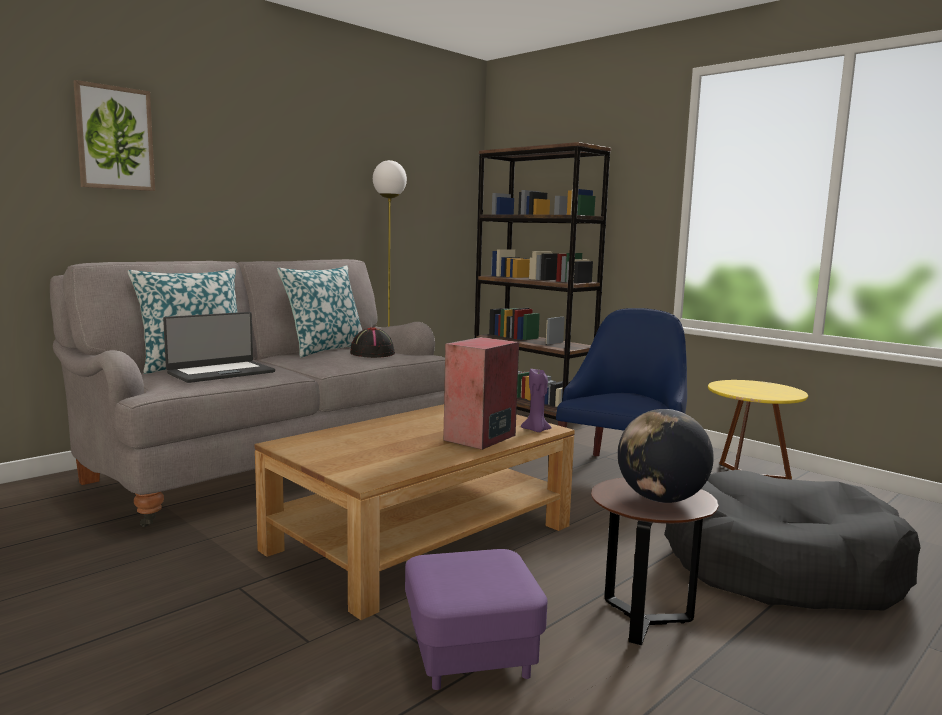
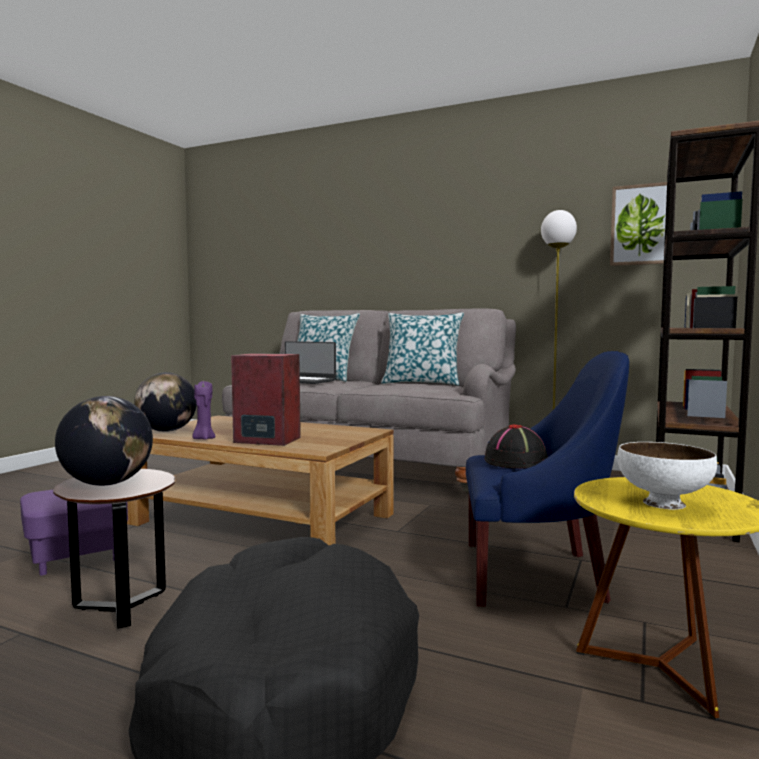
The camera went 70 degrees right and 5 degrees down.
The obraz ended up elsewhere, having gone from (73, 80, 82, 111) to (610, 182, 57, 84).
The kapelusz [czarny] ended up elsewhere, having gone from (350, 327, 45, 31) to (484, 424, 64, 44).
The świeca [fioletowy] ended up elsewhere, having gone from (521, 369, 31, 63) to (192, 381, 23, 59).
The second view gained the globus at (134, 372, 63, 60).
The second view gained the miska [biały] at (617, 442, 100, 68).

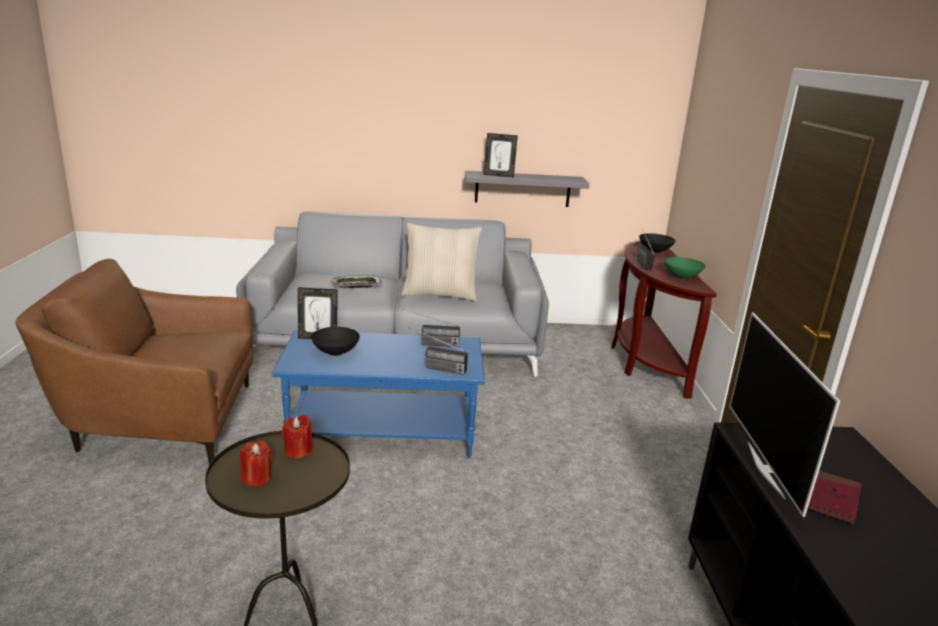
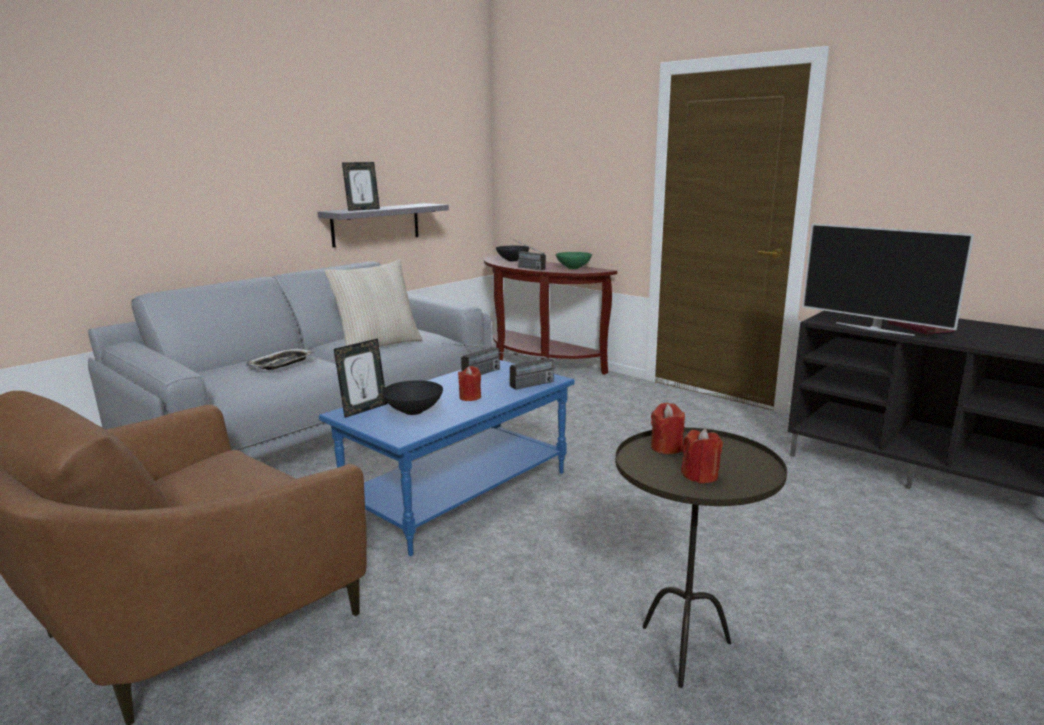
The camera went 45 degrees left and 5 degrees down.
The second view gained the świeca [czerwony] at (458, 366, 23, 35).

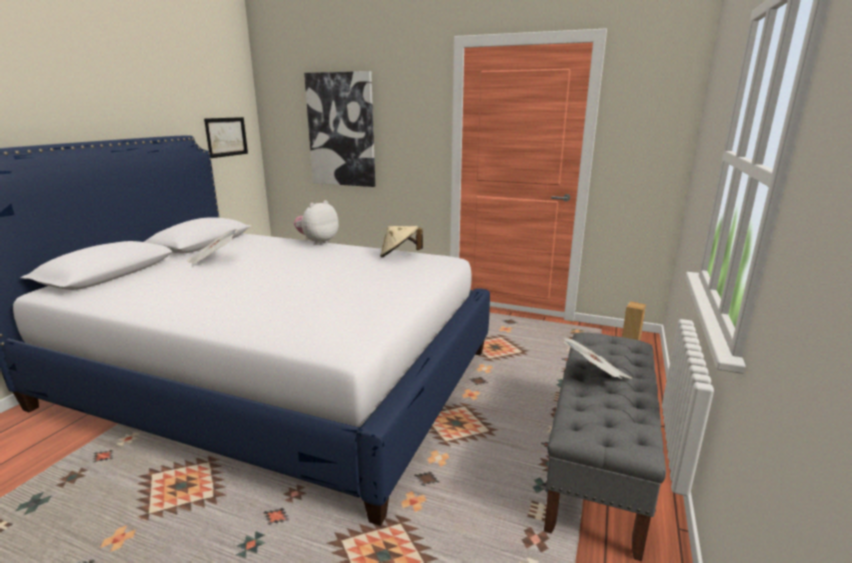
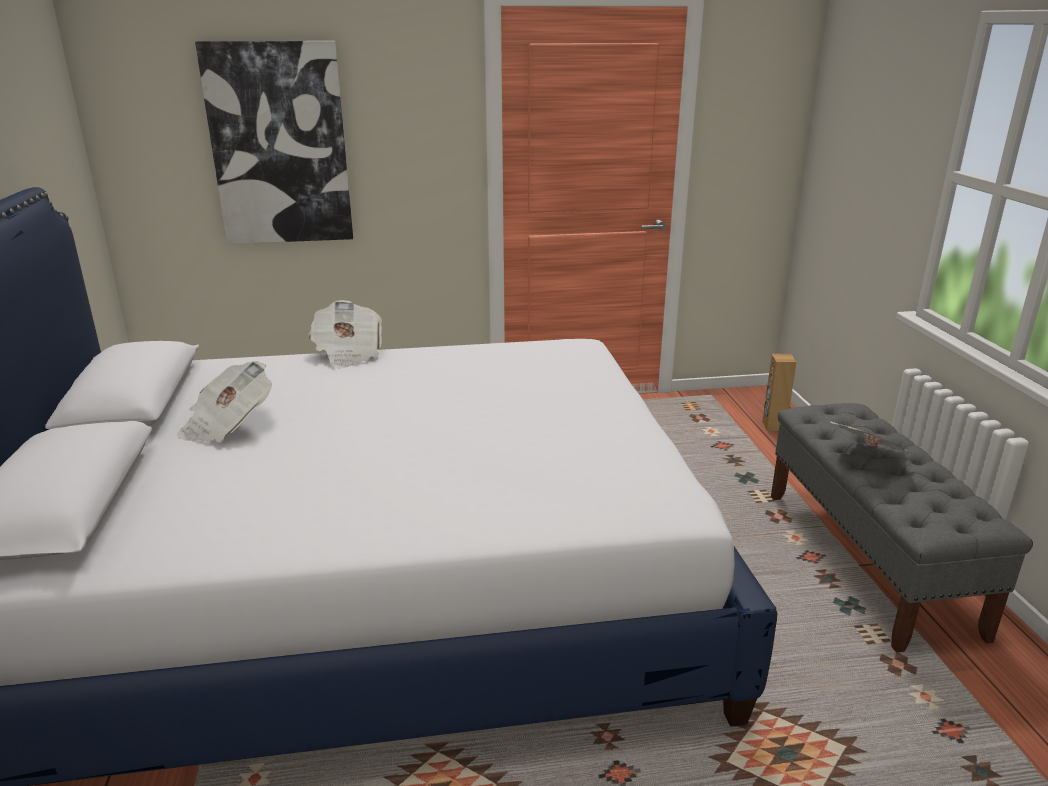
The camera went 30 degrees left and 5 degrees up.
The second view lost the obraz at (204, 117, 44, 41).
Where the pluszak stood at (294, 200, 45, 45), the gazeta came to stand at (309, 300, 73, 68).
The second view lost the kapelusz [beżowy] at (380, 226, 43, 32).

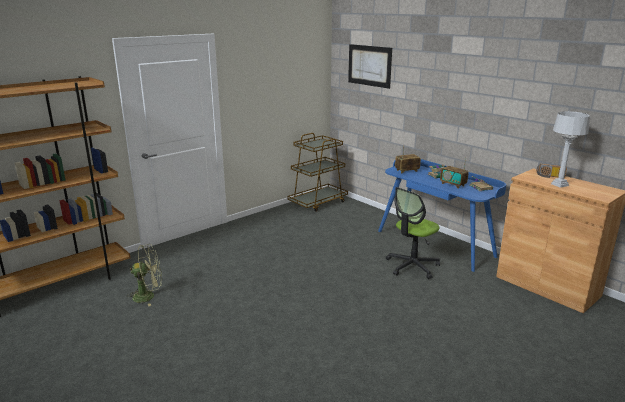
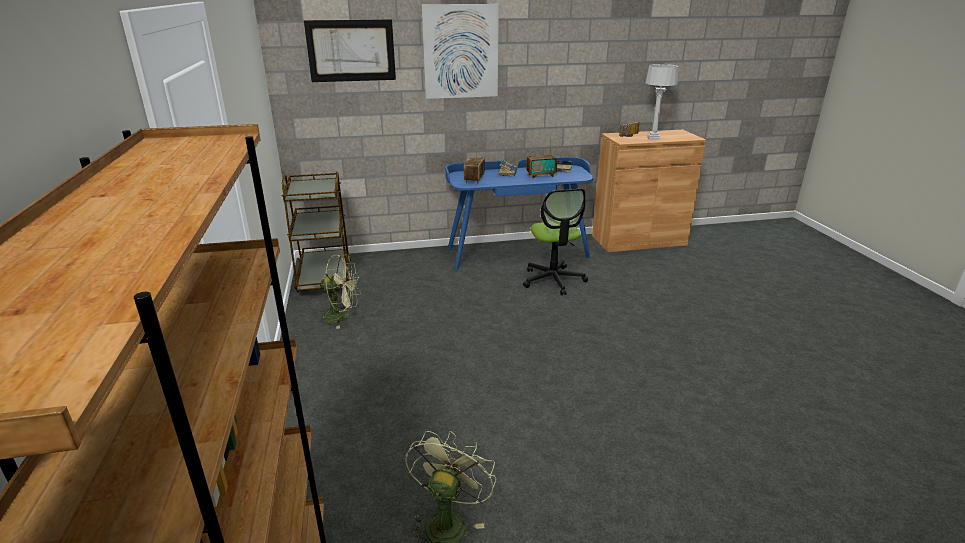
The camera went 60 degrees left and 5 degrees up.
The second view gained the wentylator [zielony] at (320, 255, 40, 74).
The second view gained the obraz at (422, 4, 77, 95).

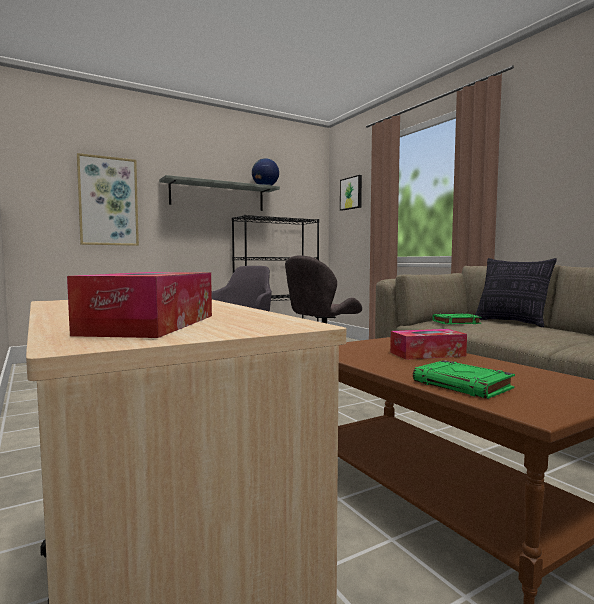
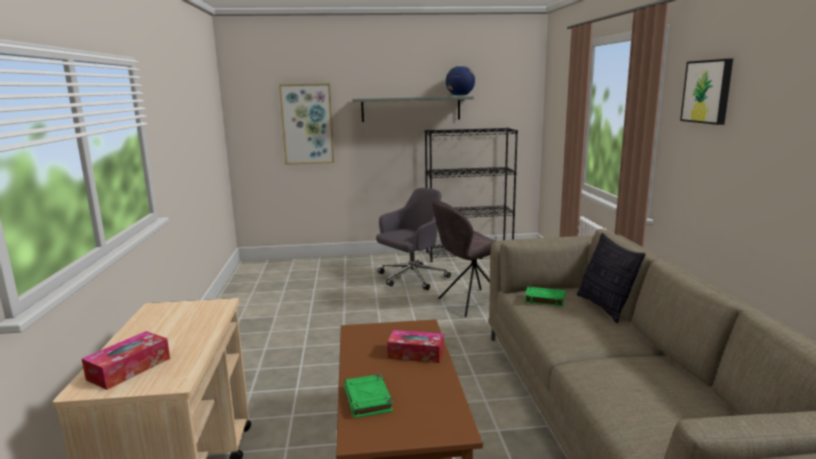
The camera went 25 degrees right and 10 degrees up.
The obraz ended up elsewhere, having gone from (340, 175, 22, 36) to (680, 59, 53, 66).

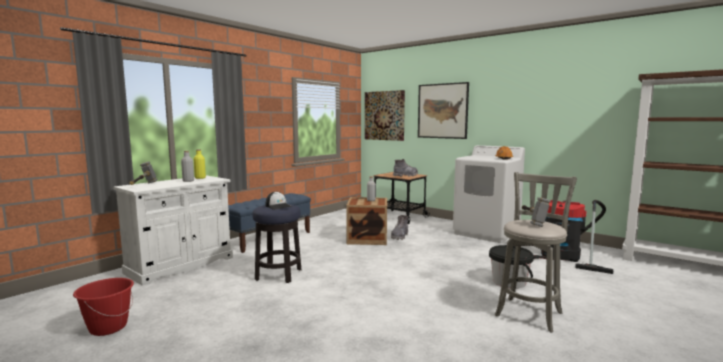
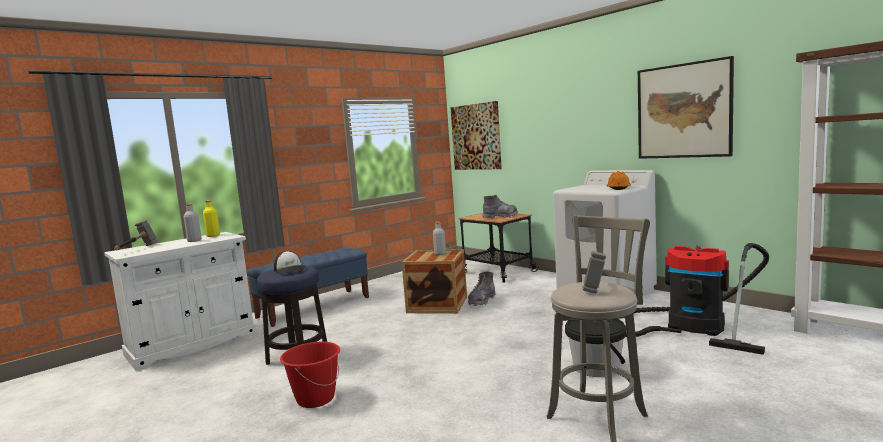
The camera went 10 degrees right and 0 degrees up.
The wiadro [czerwony] ended up elsewhere, having gone from (73, 278, 61, 58) to (280, 342, 60, 66).
The obraz ended up elsewhere, having gone from (418, 82, 51, 57) to (638, 56, 96, 103).

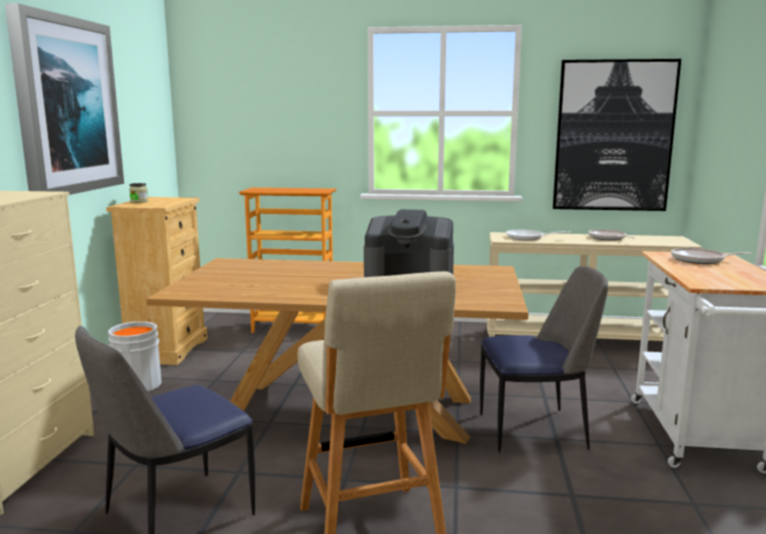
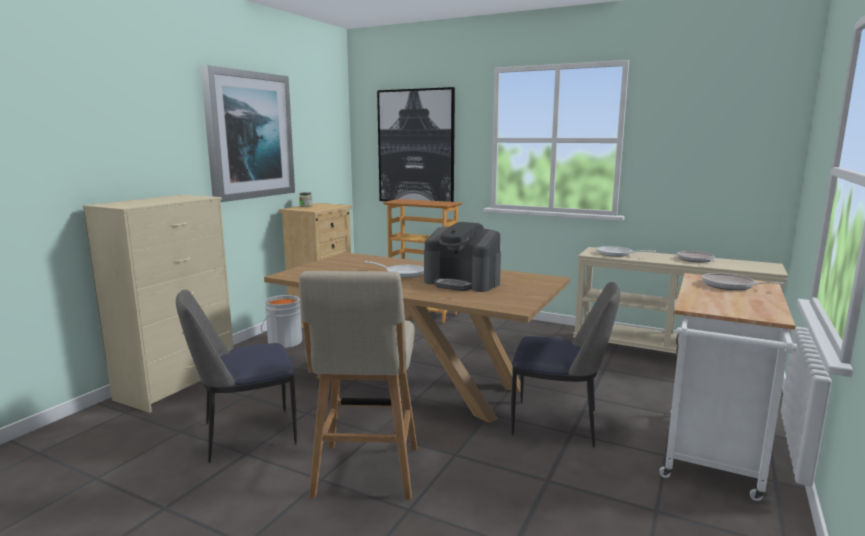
The camera went 20 degrees right and 0 degrees up.
The obraz ended up elsewhere, having gone from (553, 59, 128, 152) to (377, 87, 78, 115).
The second view gained the patelnia at (364, 261, 60, 17).

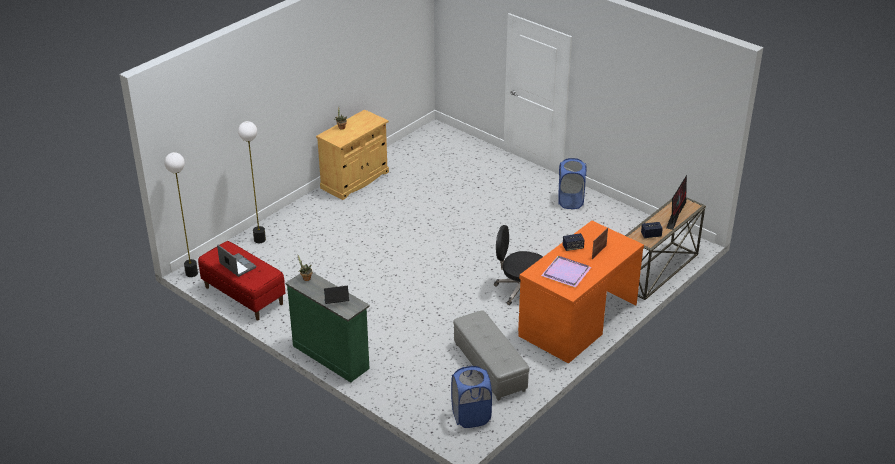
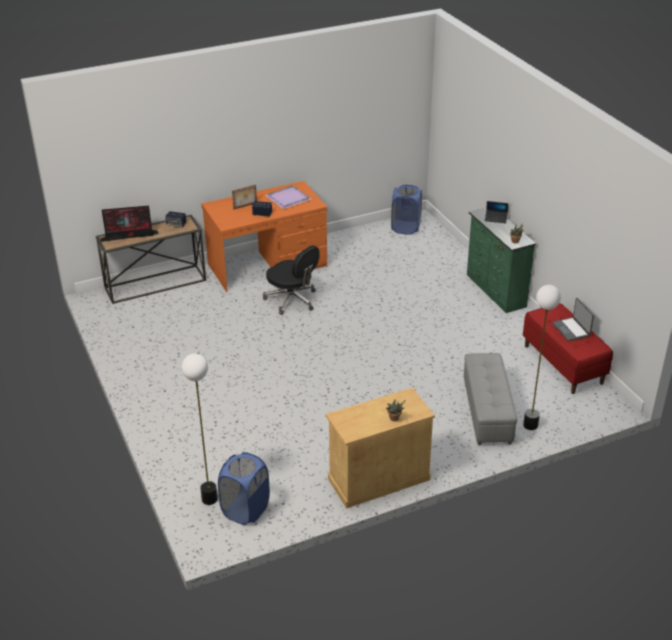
The camera went 155 degrees left and 0 degrees up.
The lampa stojąca ended up elsewhere, having gone from (164, 152, 34, 125) to (182, 354, 36, 151).
The pufa [szary] ended up elsewhere, having gone from (453, 310, 77, 91) to (464, 353, 53, 92).
The kosz na pranie [niebieski] ended up elsewhere, having gone from (558, 158, 29, 51) to (218, 452, 52, 73).
The monitor at (666, 175, 21, 55) ended up facing another way, 150 degrees counterclockwise from before.

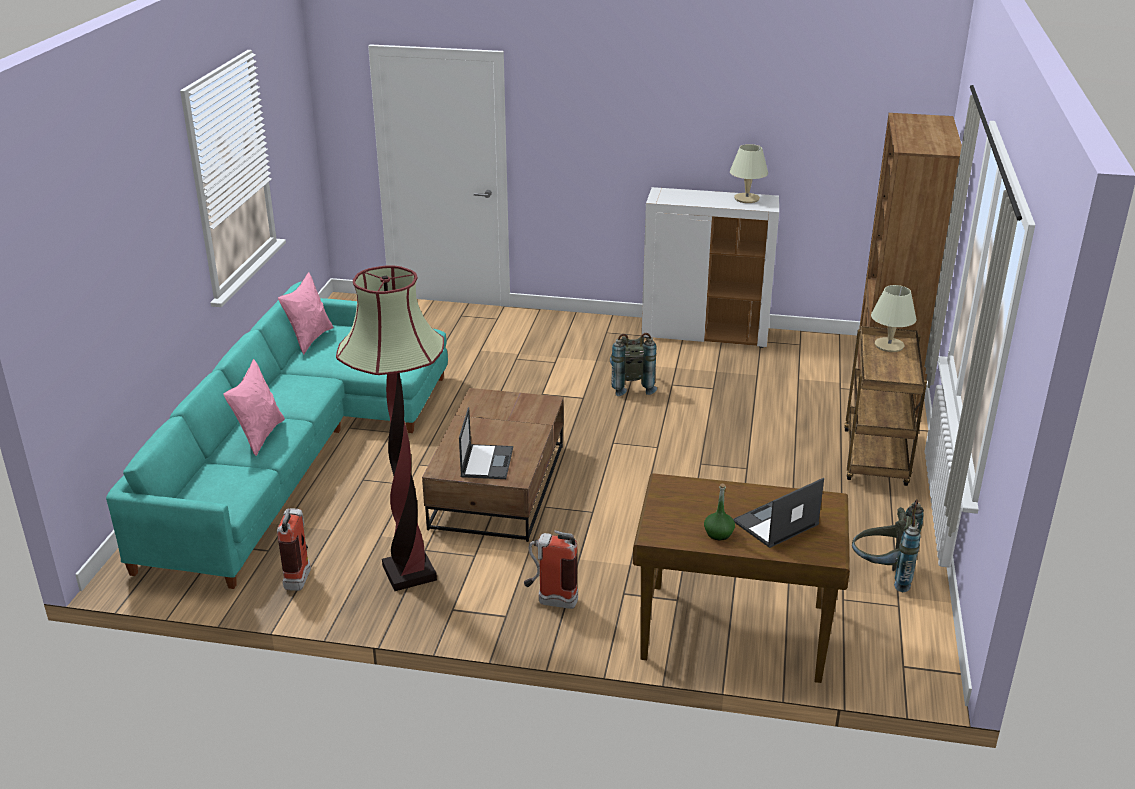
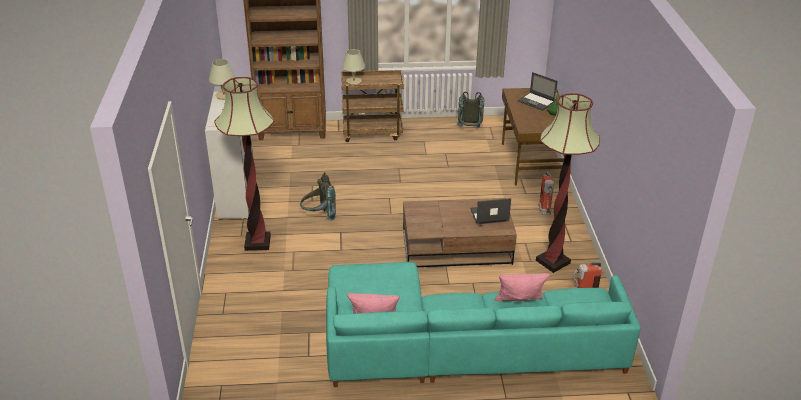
The camera went 105 degrees left and 5 degrees up.
The second view gained the lampa stojąca at (214, 77, 61, 174).

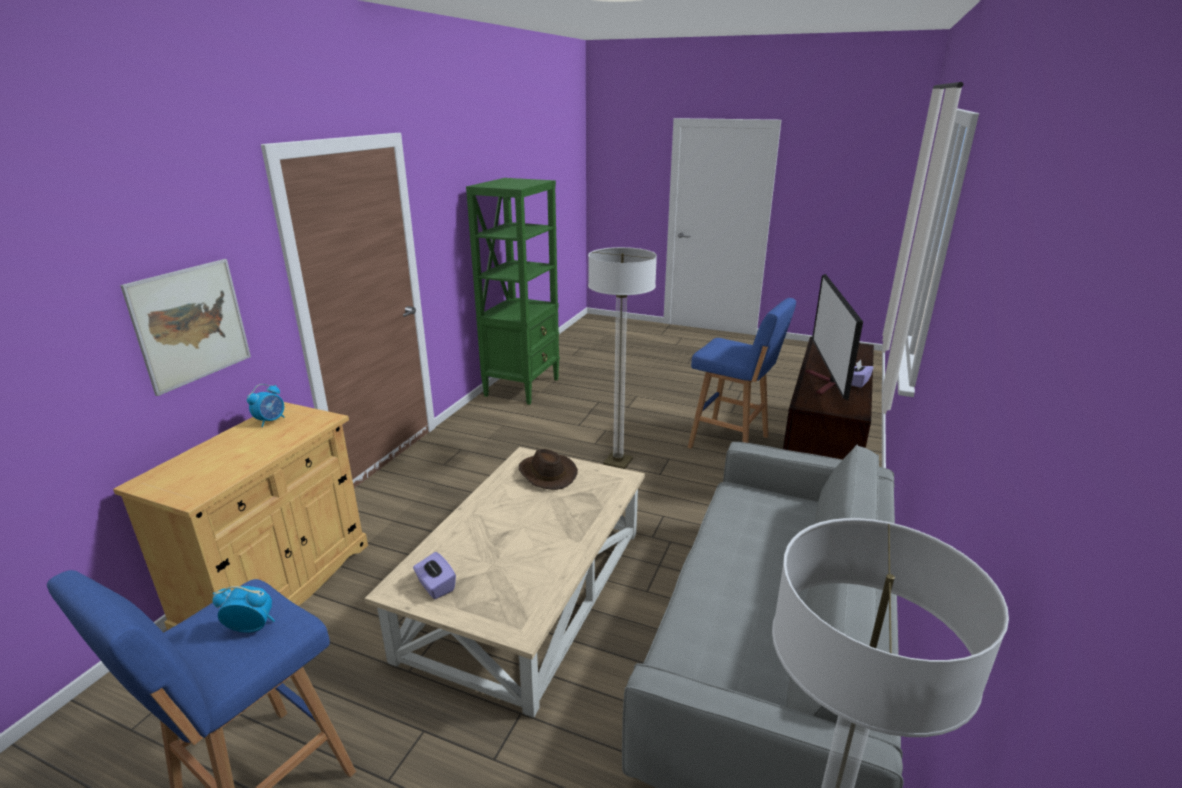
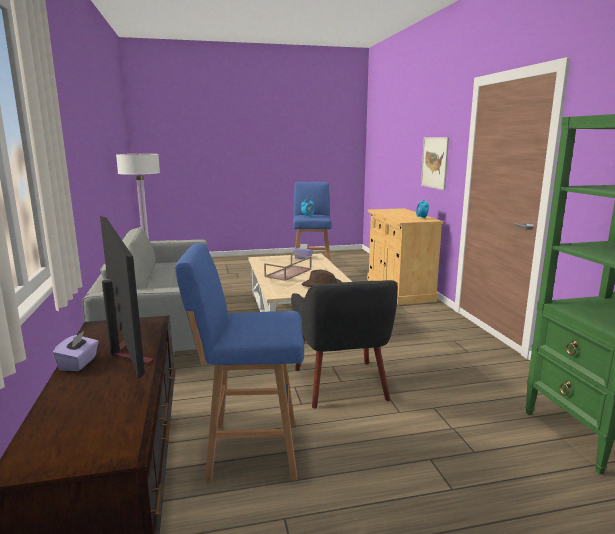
The camera went 145 degrees right and 10 degrees down.
Where the lampa stojąca stood at (588, 247, 69, 222), the fotel [czarny] came to stand at (291, 280, 107, 129).
The second view gained the taca [brązowy] at (264, 254, 48, 27).

